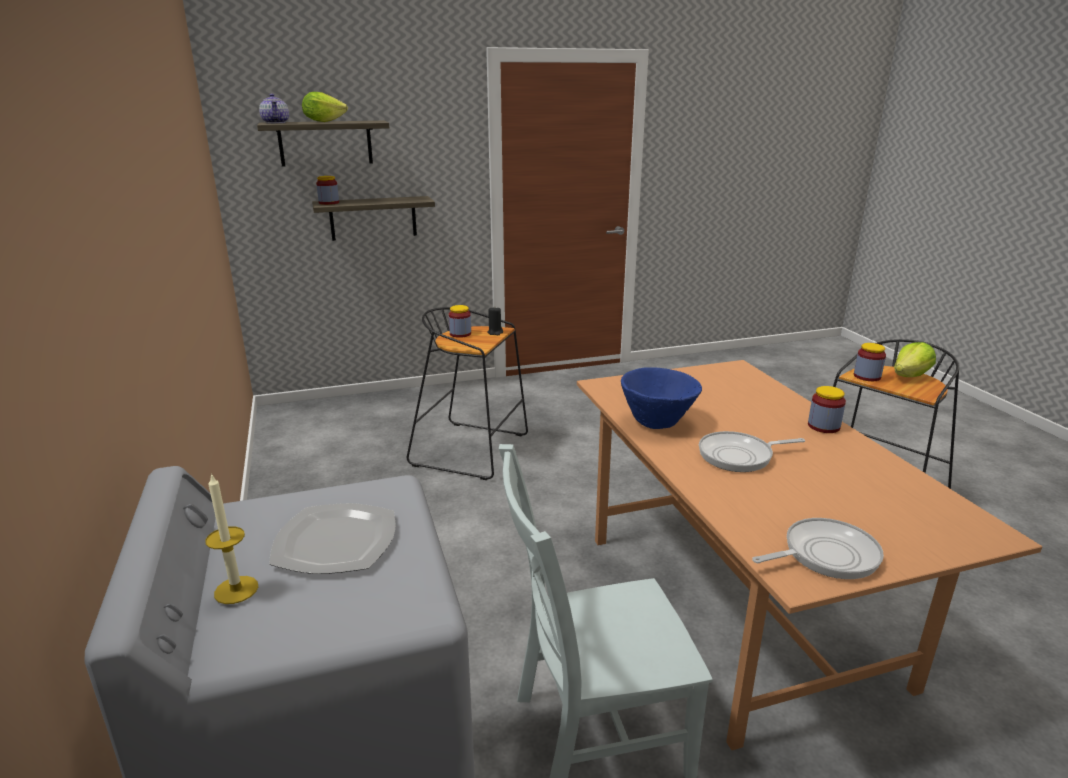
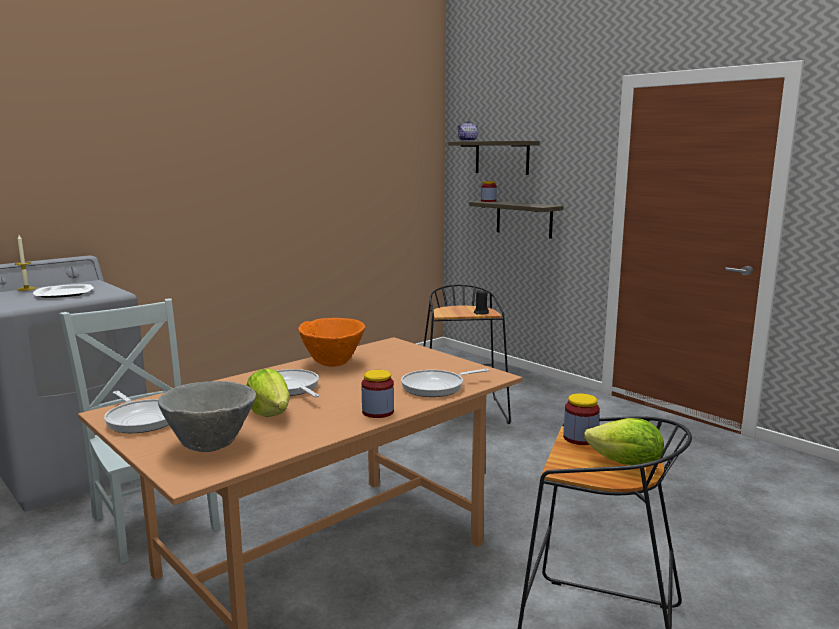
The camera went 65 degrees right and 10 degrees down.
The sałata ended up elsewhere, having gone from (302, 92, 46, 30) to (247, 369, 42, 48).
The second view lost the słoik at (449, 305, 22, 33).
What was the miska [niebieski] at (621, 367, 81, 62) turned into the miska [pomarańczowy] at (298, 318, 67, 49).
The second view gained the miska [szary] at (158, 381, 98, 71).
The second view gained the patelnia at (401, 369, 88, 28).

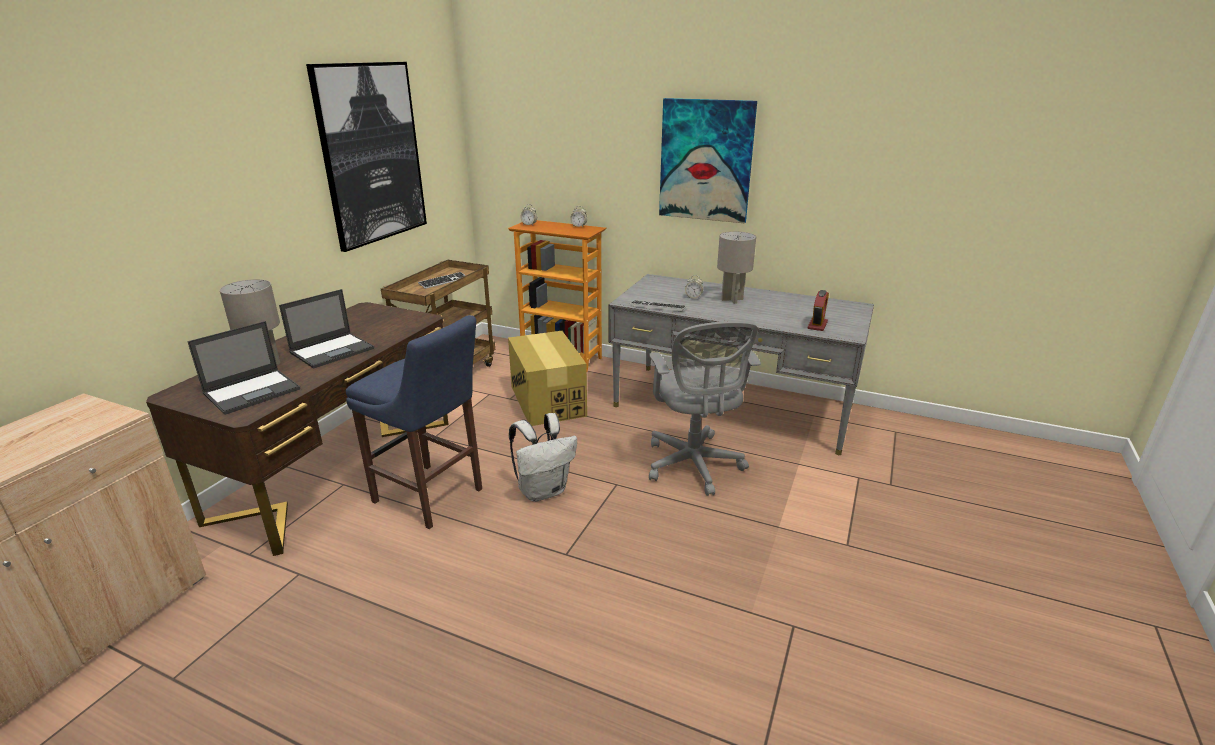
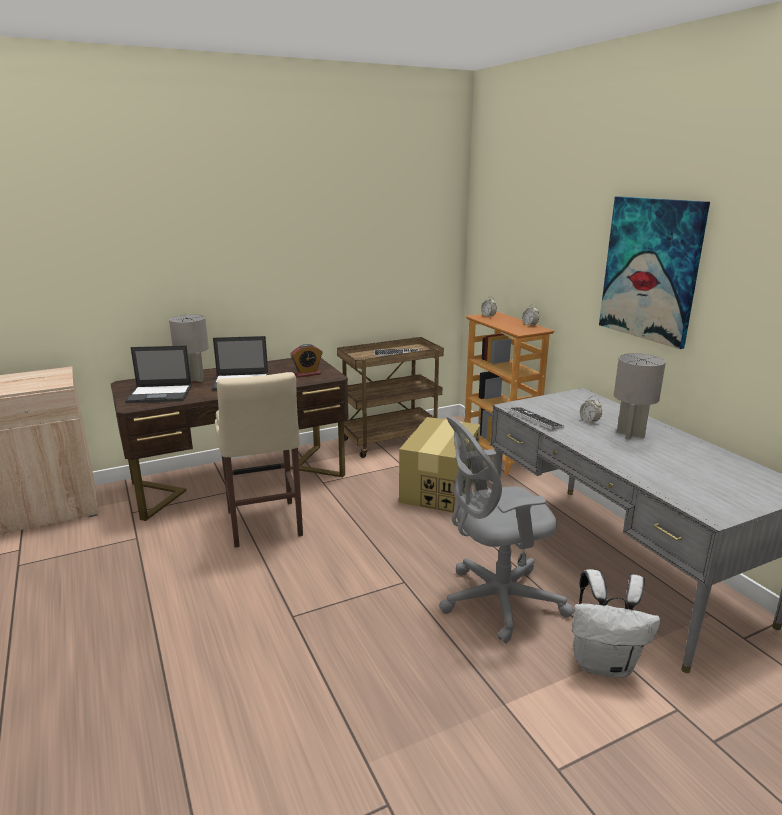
The camera went 40 degrees right and 5 degrees down.
The second view lost the obraz at (306, 62, 121, 190).
What was the stołek [niebieski] at (346, 315, 136, 214) turned into the stołek [beżowy] at (215, 372, 88, 175).
The plecak [biały] ended up elsewhere, having gone from (509, 413, 68, 89) to (572, 569, 88, 109).
The krzesło biurowe [szary] at (649, 321, 112, 175) ended up facing another way, 45 degrees clockwise from before.
The budzik ended up elsewhere, having gone from (808, 290, 21, 41) to (290, 344, 32, 34).

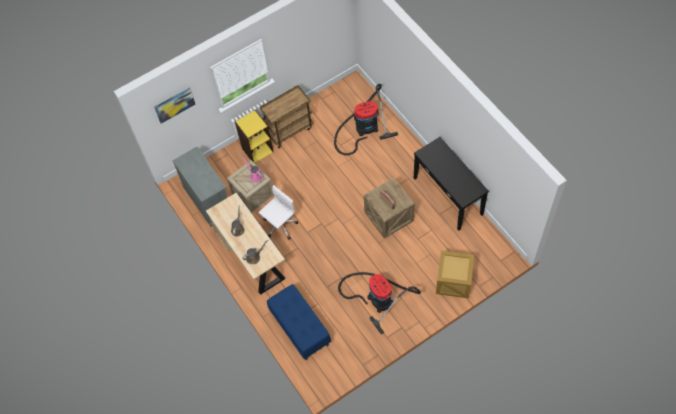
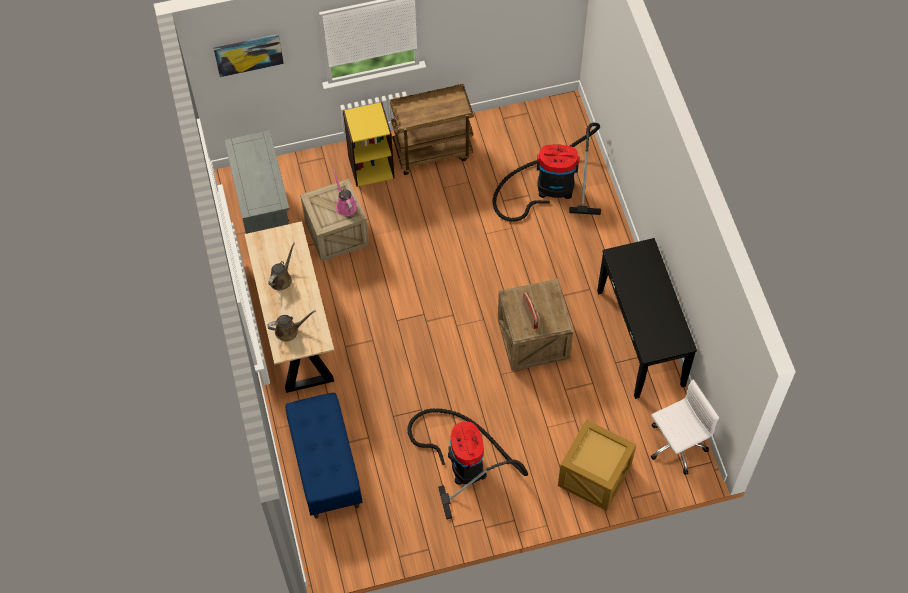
The camera went 15 degrees right and 0 degrees up.
The krzesło biurowe [biały] ended up elsewhere, having gone from (258, 185, 40, 55) to (651, 379, 68, 96).

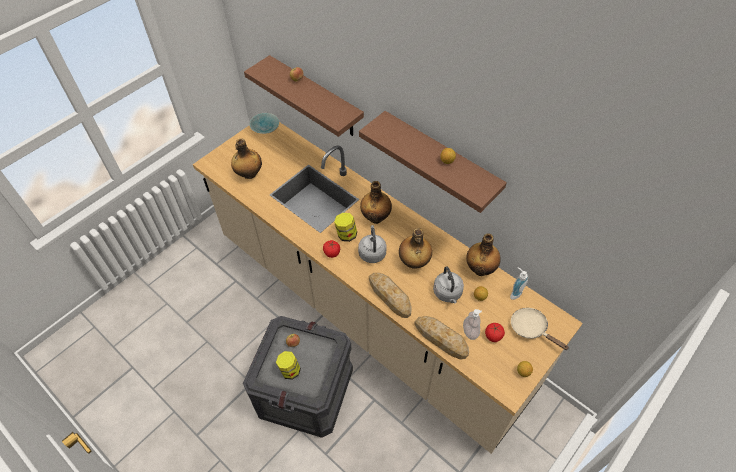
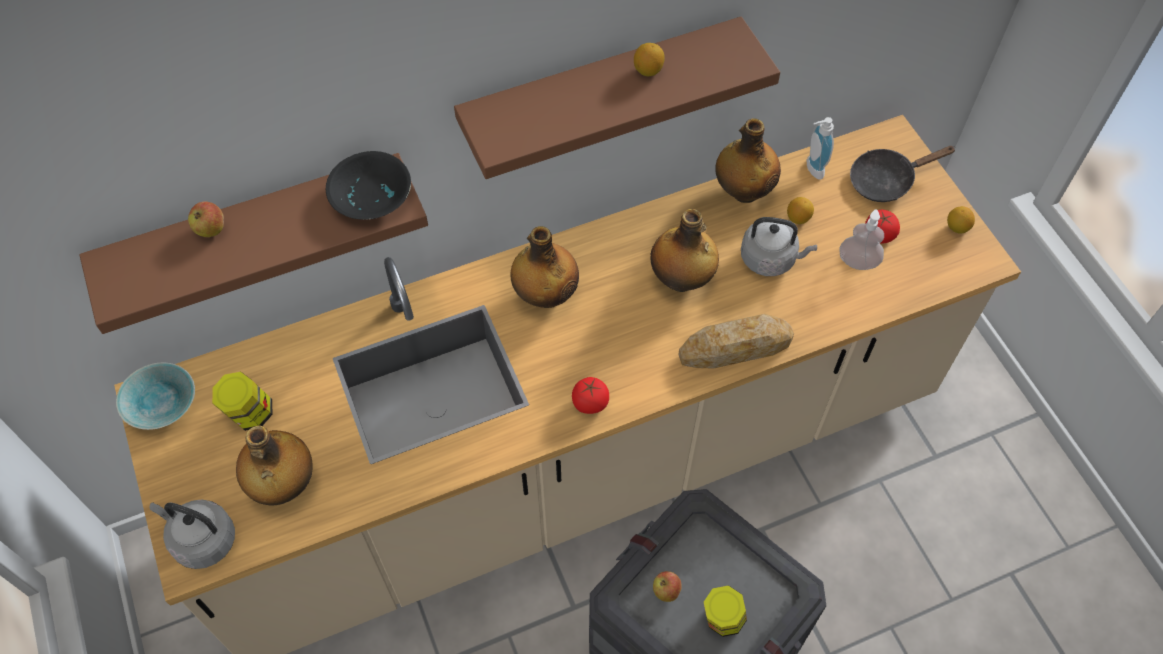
The camera went 65 degrees left and 5 degrees up.
The słoik ended up elsewhere, having gone from (334, 213, 23, 29) to (212, 372, 60, 59).
The czajnik [szary] ended up elsewhere, having gone from (358, 225, 29, 38) to (150, 500, 85, 69).
The second view lost the chleb at (414, 316, 55, 44).
What was the patelnia [beżowy] at (511, 308, 58, 42) turned into the patelnia [czarny] at (850, 146, 106, 56).
The second view gained the miska [czarny] at (326, 151, 85, 69).

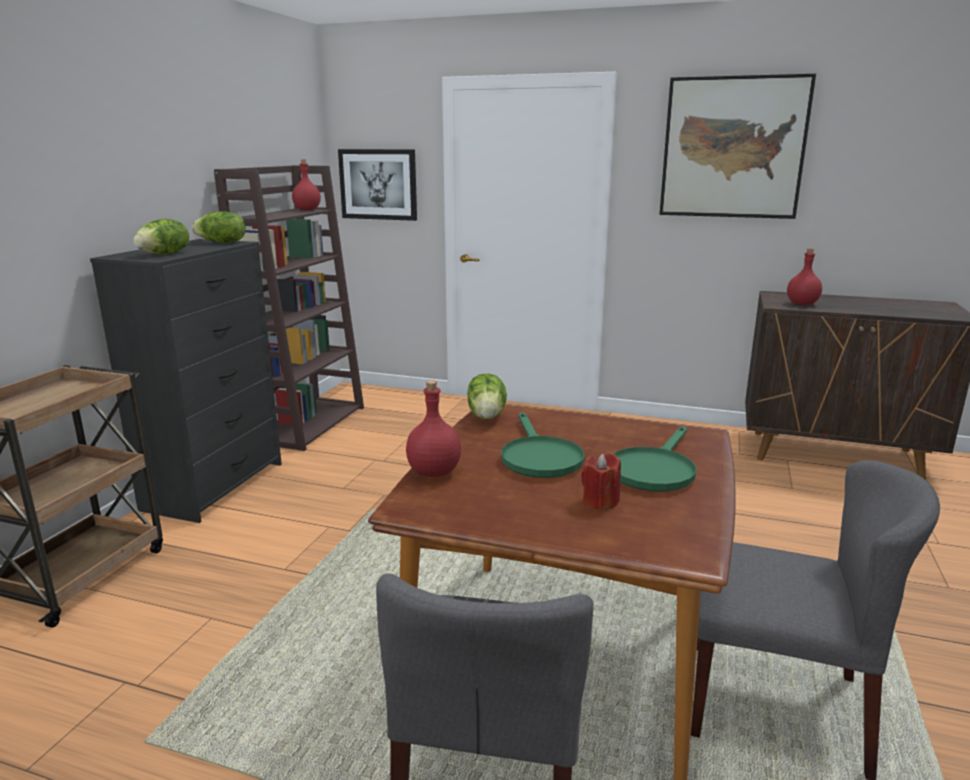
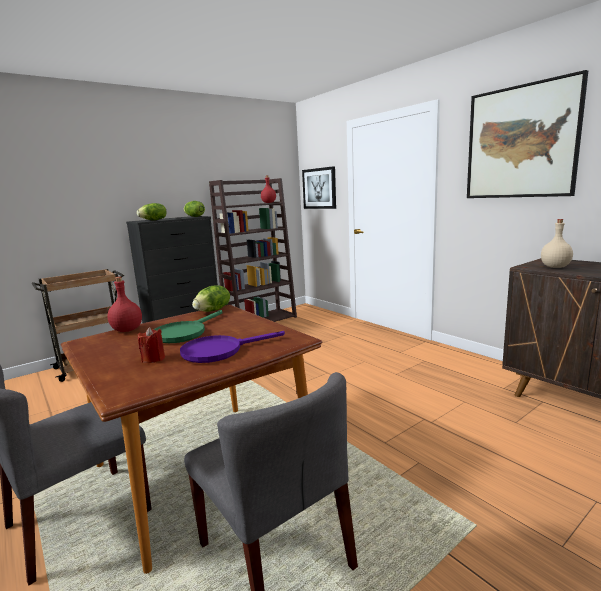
The camera went 35 degrees right and 5 degrees down.
What was the patelnia [zielony] at (613, 426, 84, 66) turned into the patelnia [fioletowy] at (180, 331, 105, 32).
What was the butelka [czerwony] at (787, 249, 35, 56) turned into the butelka [beżowy] at (541, 219, 32, 49).

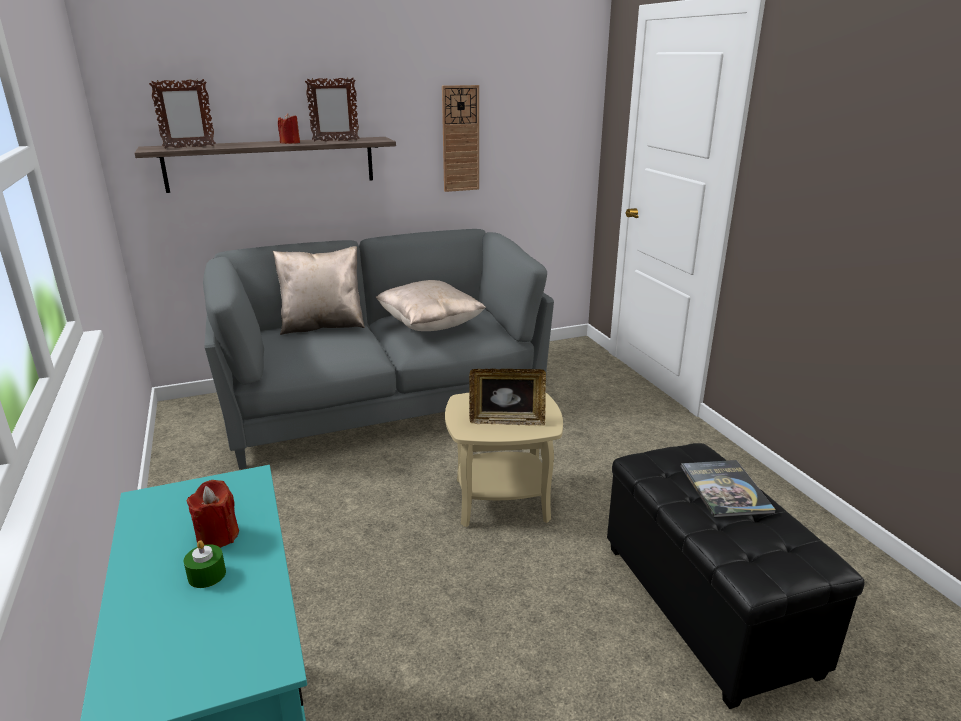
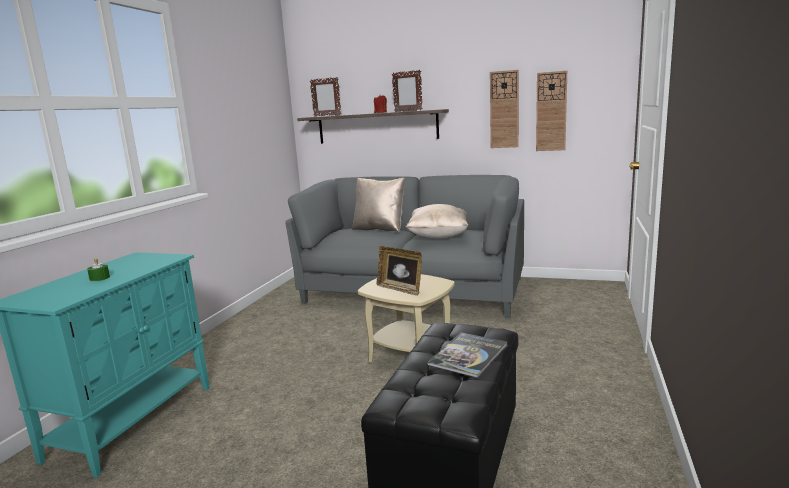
The camera went 40 degrees right and 10 degrees down.
The second view lost the świeca [czerwony] at (187, 480, 52, 68).
The second view gained the zegar ścienny at (536, 71, 31, 80).

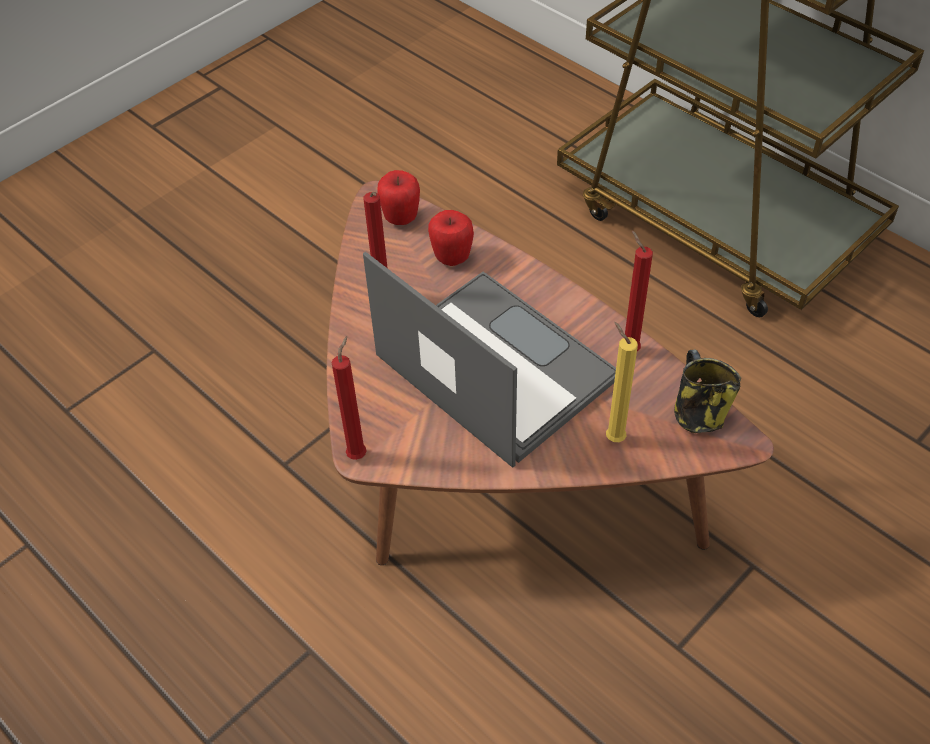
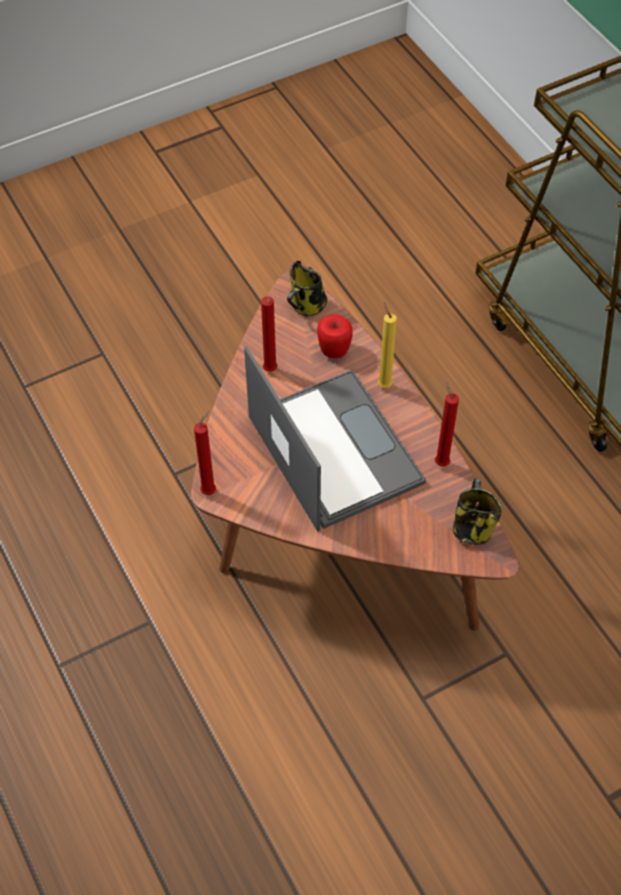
The camera went 15 degrees right and 5 degrees up.
Where the jabłko stood at (378, 170, 42, 55), the kubek came to stand at (287, 261, 40, 56).
The świeca [żółty] ended up elsewhere, having gone from (606, 322, 32, 120) to (378, 301, 19, 87).

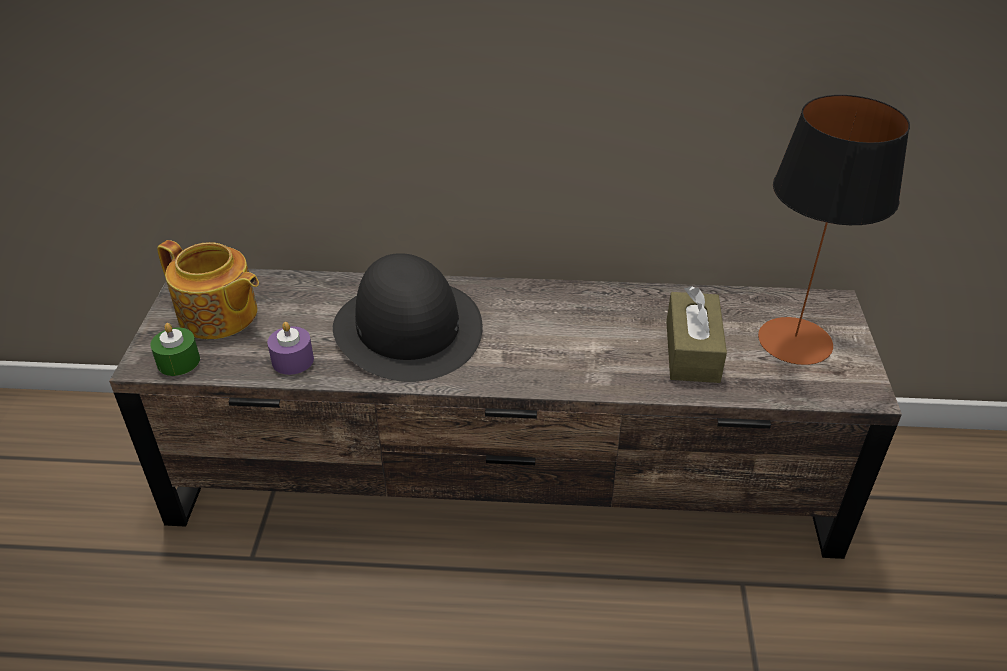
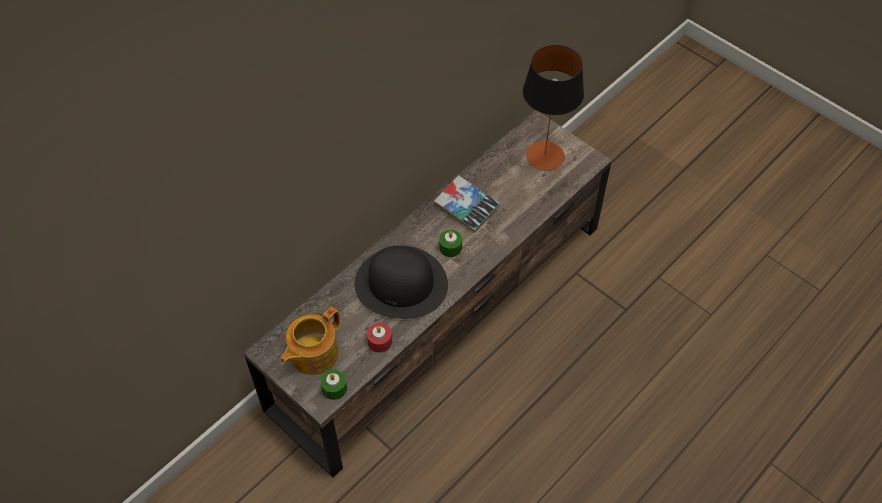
The camera went 50 degrees left and 15 degrees up.
The imbryk at (157, 240, 102, 99) ended up facing another way, 150 degrees clockwise from before.
What was the świeca [fioletowy] at (267, 322, 47, 53) turned into the świeca [czerwony] at (367, 323, 25, 29).
The second view lost the pudełko chusteczek [brązowy] at (666, 286, 61, 97).
The second view gained the książka at (434, 175, 66, 58).
The second view gained the świeca [zielony] at (439, 230, 23, 27).

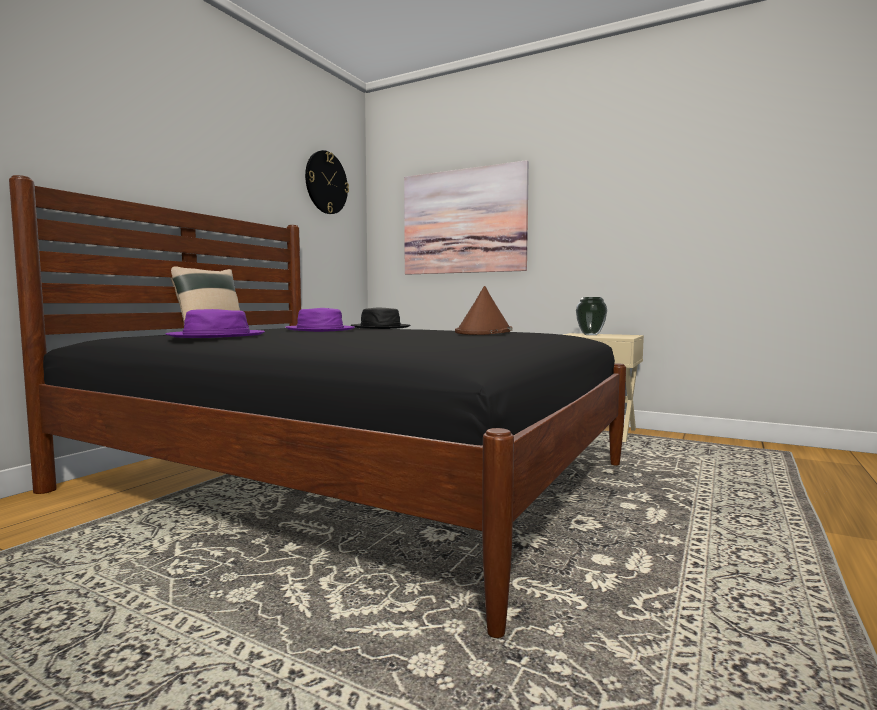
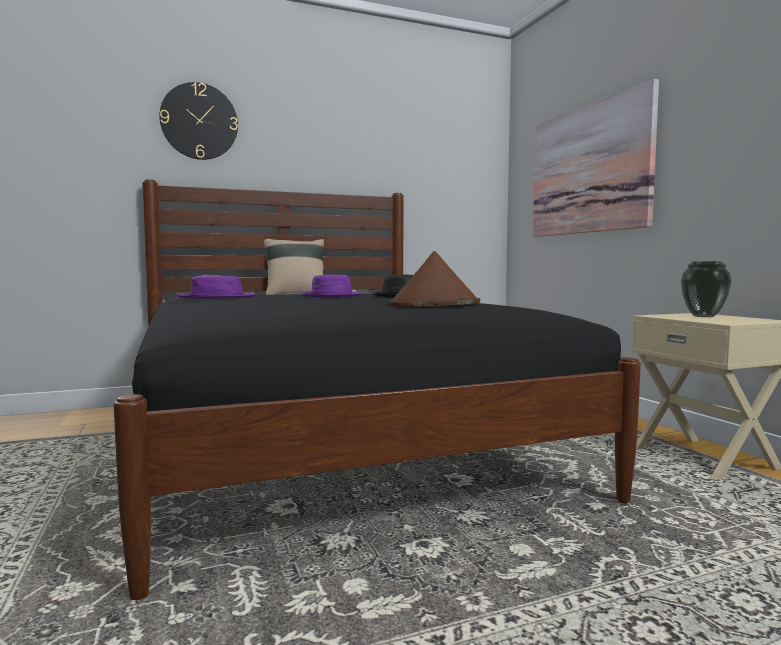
The camera went 40 degrees right and 0 degrees up.
The zegar ścienny ended up elsewhere, having gone from (305, 150, 44, 64) to (159, 82, 79, 78).

